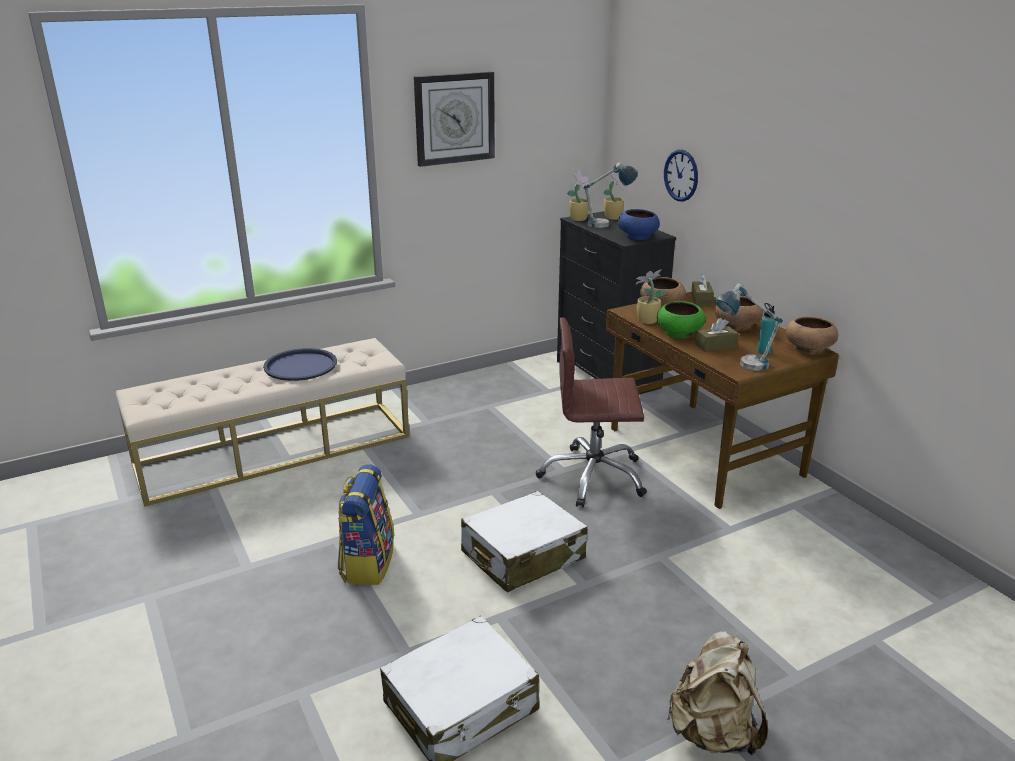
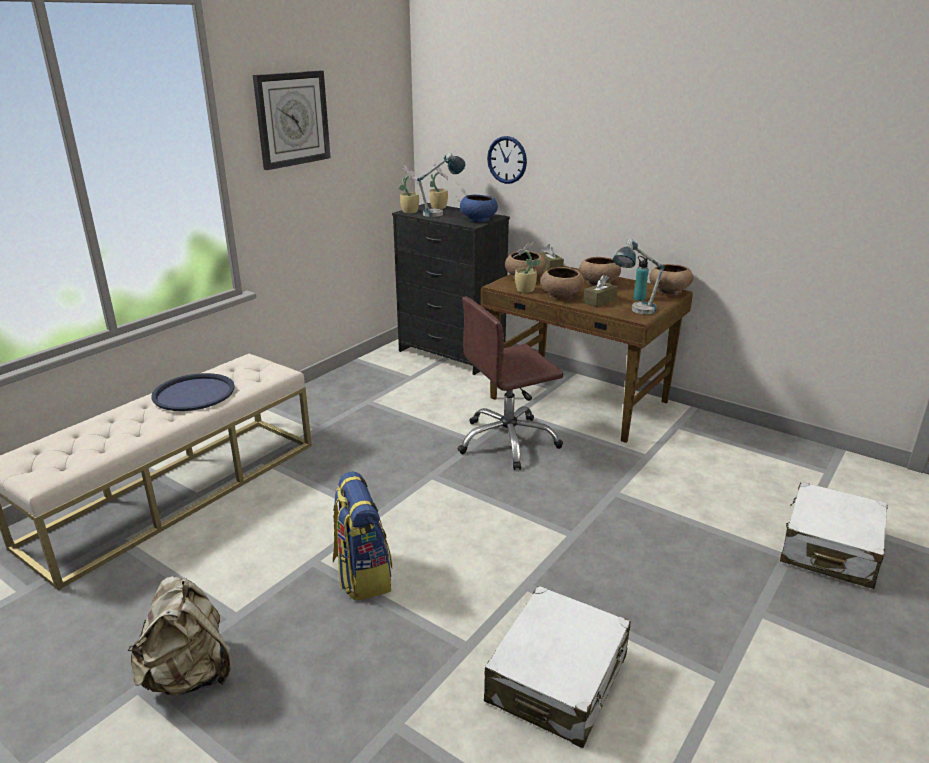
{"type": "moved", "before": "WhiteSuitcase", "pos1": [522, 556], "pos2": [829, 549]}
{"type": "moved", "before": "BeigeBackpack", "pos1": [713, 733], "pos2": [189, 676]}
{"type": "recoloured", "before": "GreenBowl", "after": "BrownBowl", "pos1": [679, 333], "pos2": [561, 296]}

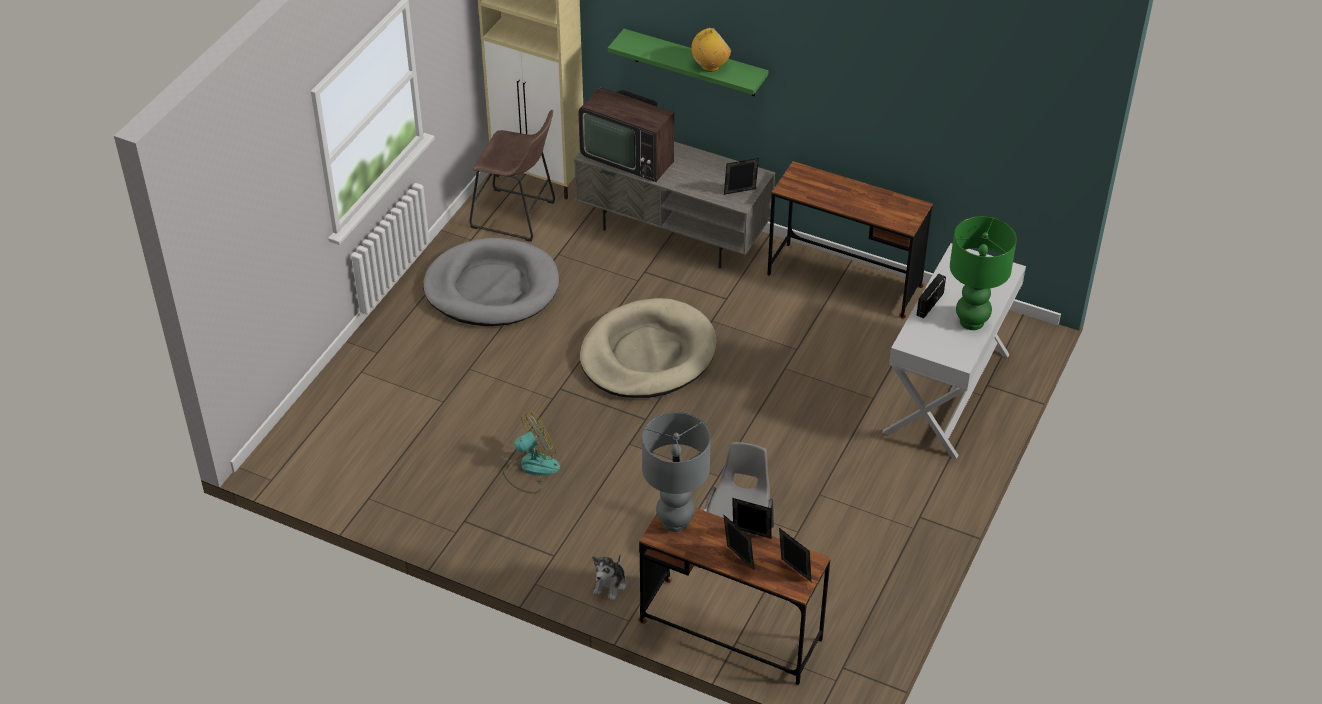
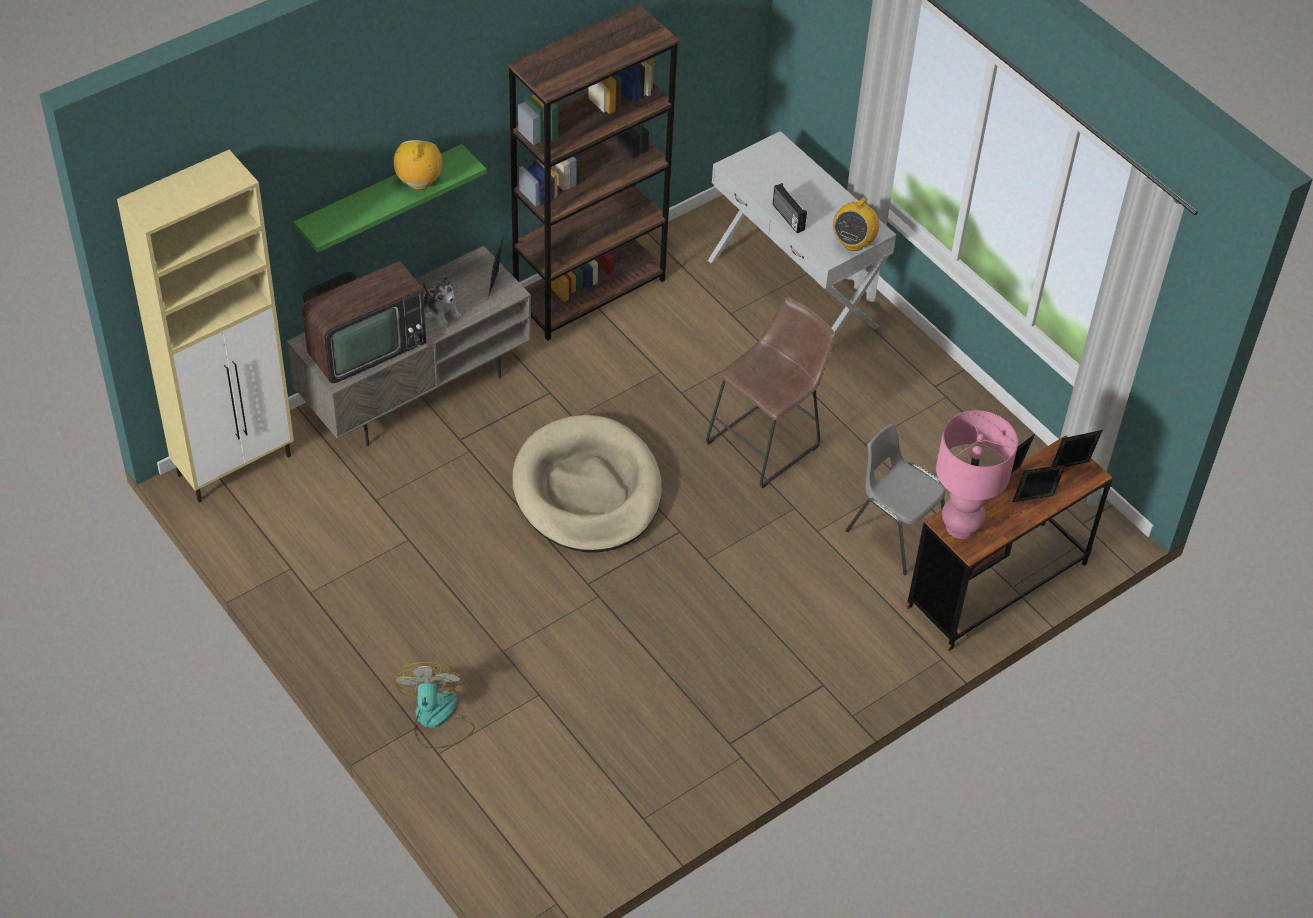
{"type": "removed", "before": "GreyDogBed", "pos1": [492, 288]}
{"type": "removed", "before": "GreenTableLamp", "pos1": [972, 322]}
{"type": "added", "after": "Radio", "pos2": [853, 243]}
{"type": "moved", "before": "BrownStool", "pos1": [517, 216], "pos2": [768, 442]}
{"type": "moved", "before": "Fan", "pos1": [531, 469], "pos2": [436, 719]}
{"type": "moved", "before": "PlushToy", "pos1": [610, 585], "pos2": [440, 311]}
{"type": "replaced", "before": "BrownDesk", "after": "BrownBookcase", "pos1": [844, 280], "pos2": [590, 292]}
{"type": "recoloured", "before": "GreyTableLamp", "after": "PinkTableLamp", "pos1": [676, 521], "pos2": [960, 527]}

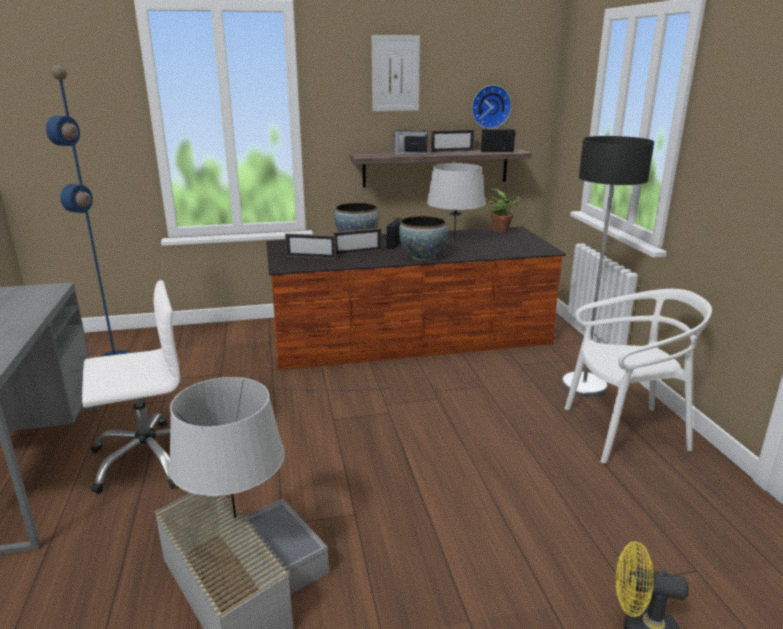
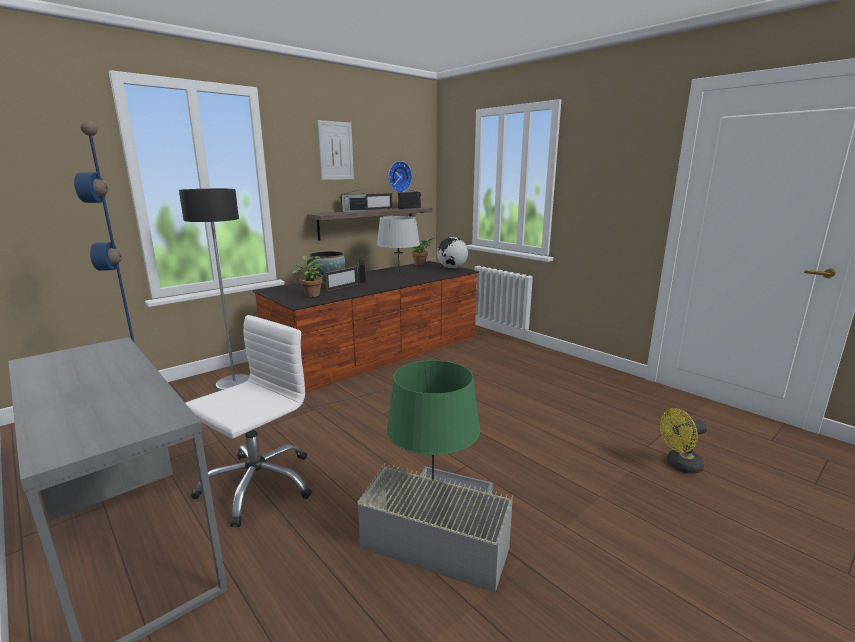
{"type": "removed", "before": "Bowl", "pos1": [422, 256]}
{"type": "removed", "before": "WhiteChair", "pos1": [624, 431]}
{"type": "added", "after": "Globe", "pos2": [452, 268]}
{"type": "moved", "before": "FloorLamp", "pos1": [584, 385], "pos2": [234, 384]}
{"type": "replaced", "before": "PictureFrame", "after": "PottedPlant", "pos1": [311, 257], "pos2": [311, 294]}
{"type": "recoloured", "before": "GreyTableLamp", "after": "GreenTableLamp", "pos1": [234, 518], "pos2": [433, 480]}

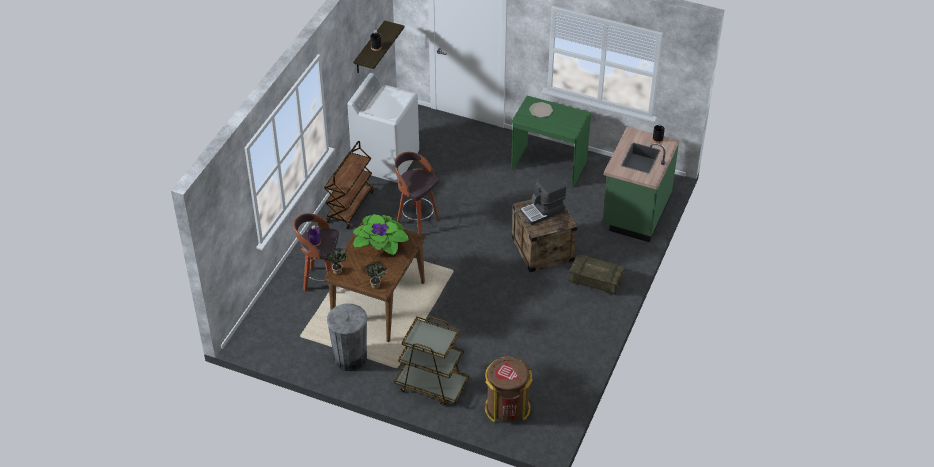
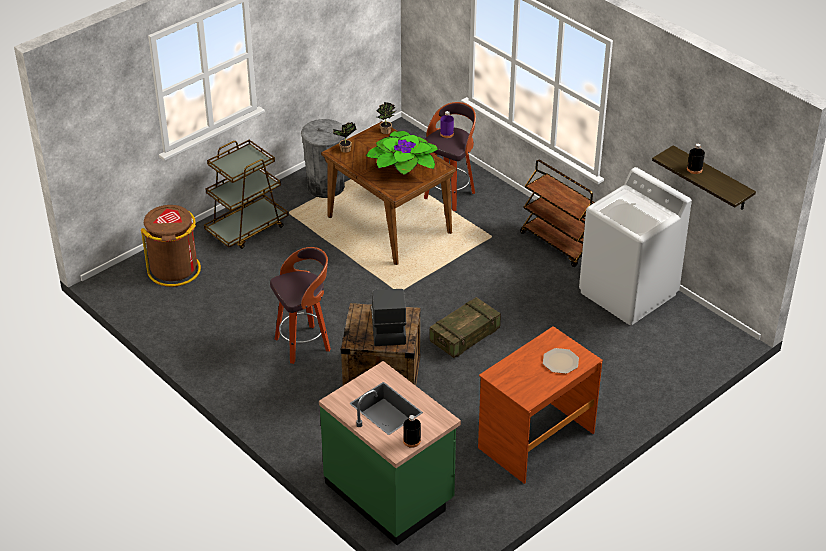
{"type": "moved", "before": "Stool", "pos1": [416, 221], "pos2": [304, 344]}
{"type": "moved", "before": "Crate", "pos1": [595, 280], "pos2": [465, 336]}
{"type": "recoloured", "before": "GreenDesk", "after": "BrownDesk", "pos1": [548, 166], "pos2": [535, 439]}

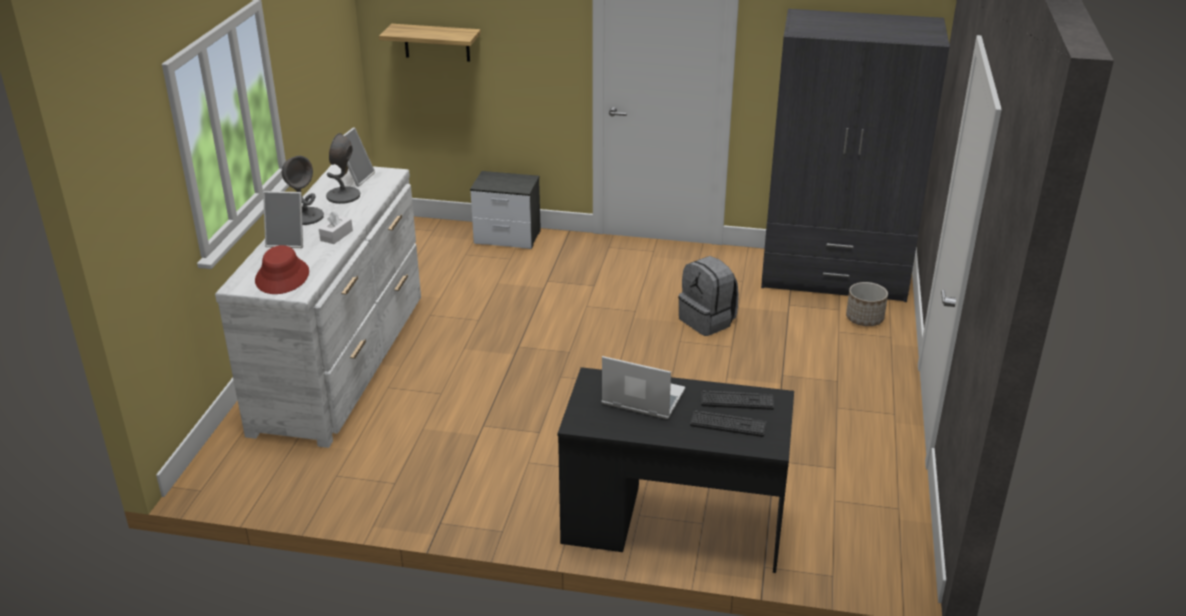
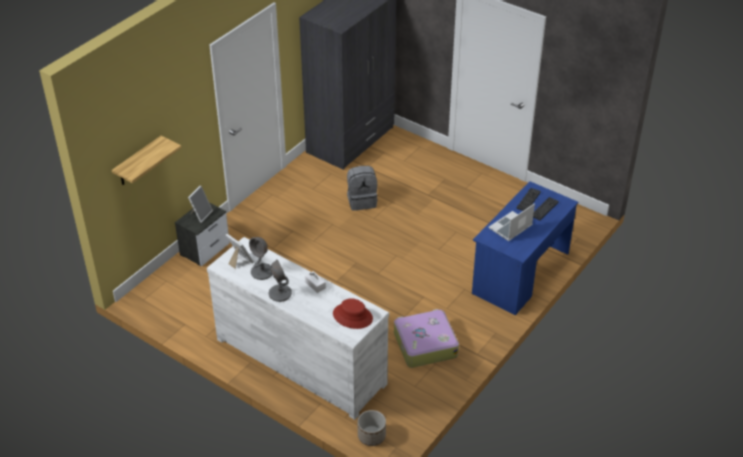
{"type": "added", "after": "Suitcase", "pos2": [424, 344]}
{"type": "moved", "before": "PictureFrame", "pos1": [288, 241], "pos2": [201, 214]}
{"type": "moved", "before": "Planter", "pos1": [864, 318], "pos2": [371, 436]}
{"type": "recoloured", "before": "BlackDesk", "after": "BlueDesk", "pos1": [672, 524], "pos2": [520, 273]}

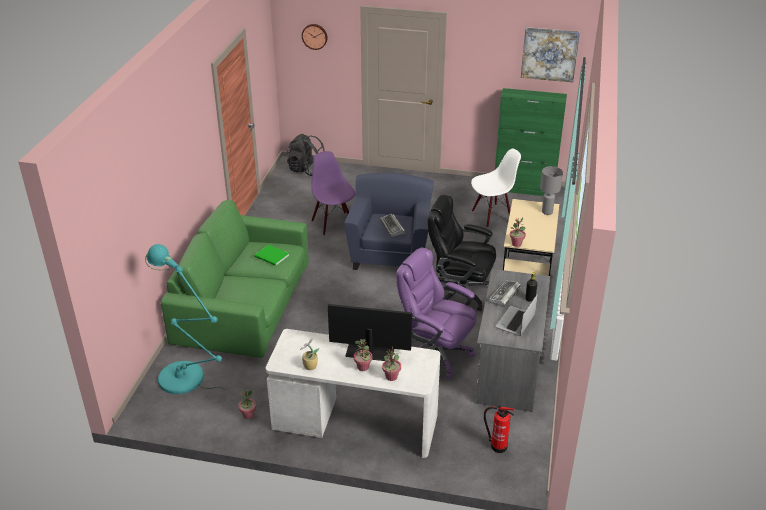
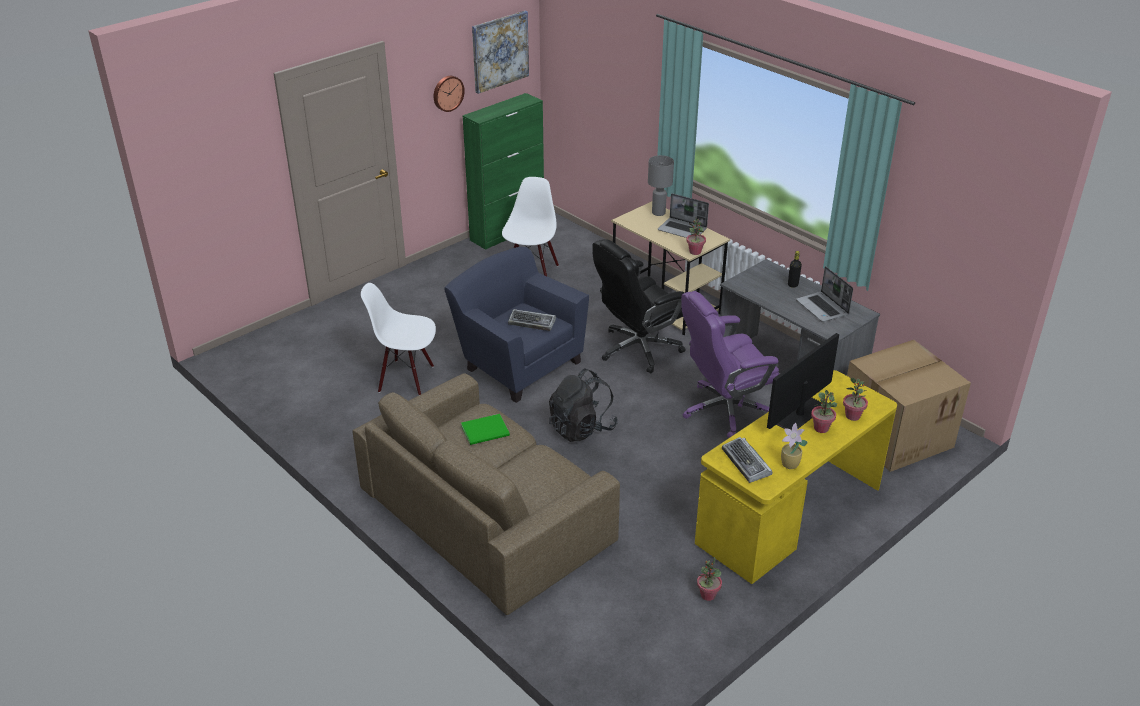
{"type": "removed", "before": "TurquoiseFloorLamp", "pos1": [186, 380]}
{"type": "added", "after": "Laptop", "pos2": [683, 230]}
{"type": "moved", "before": "BlackBackpack", "pos1": [307, 170], "pos2": [582, 428]}
{"type": "moved", "before": "WallClock", "pos1": [315, 36], "pos2": [447, 93]}
{"type": "moved", "before": "Keyboard", "pos1": [504, 296], "pos2": [746, 463]}
{"type": "replaced", "before": "FireExtinguisher", "after": "CardboardBox", "pos1": [497, 446], "pos2": [895, 434]}
{"type": "recoloured", "before": "GreenSofa", "after": "BrownSofa", "pos1": [244, 303], "pos2": [487, 515]}
{"type": "recoloured", "before": "WhiteDesk", "after": "YellowDesk", "pos1": [355, 423], "pos2": [790, 515]}
{"type": "recoloured", "before": "PurpleChair", "after": "WhiteChair", "pos1": [333, 223], "pos2": [406, 378]}

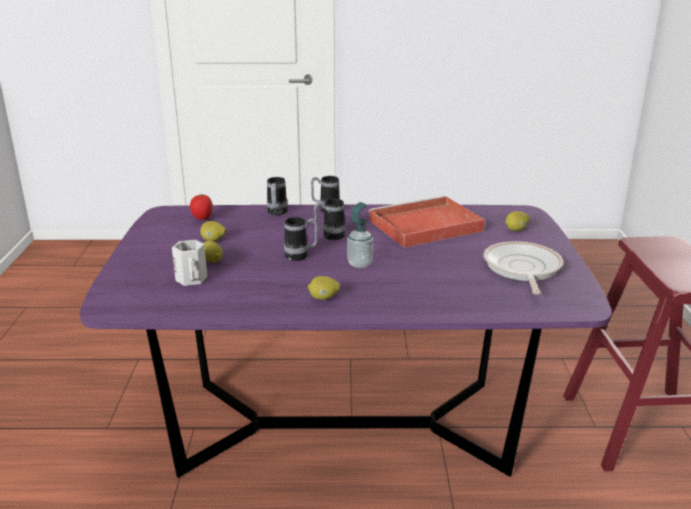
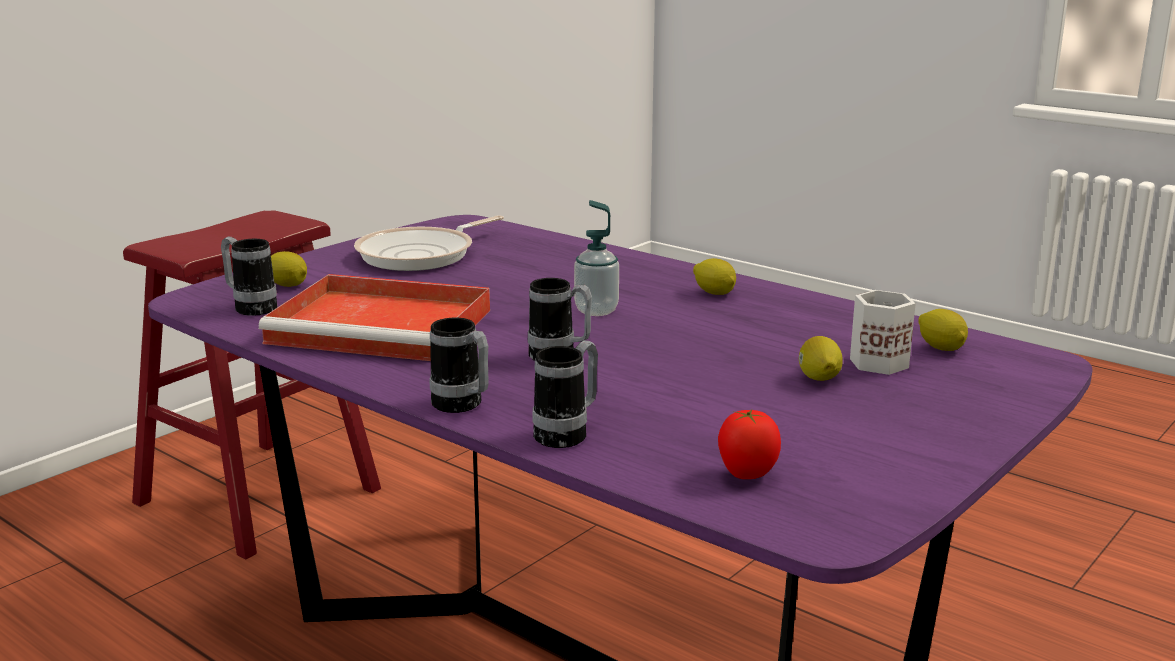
{"type": "moved", "before": "Lemon", "pos1": [213, 240], "pos2": [941, 348]}
{"type": "moved", "before": "Mug", "pos1": [301, 256], "pos2": [250, 307]}

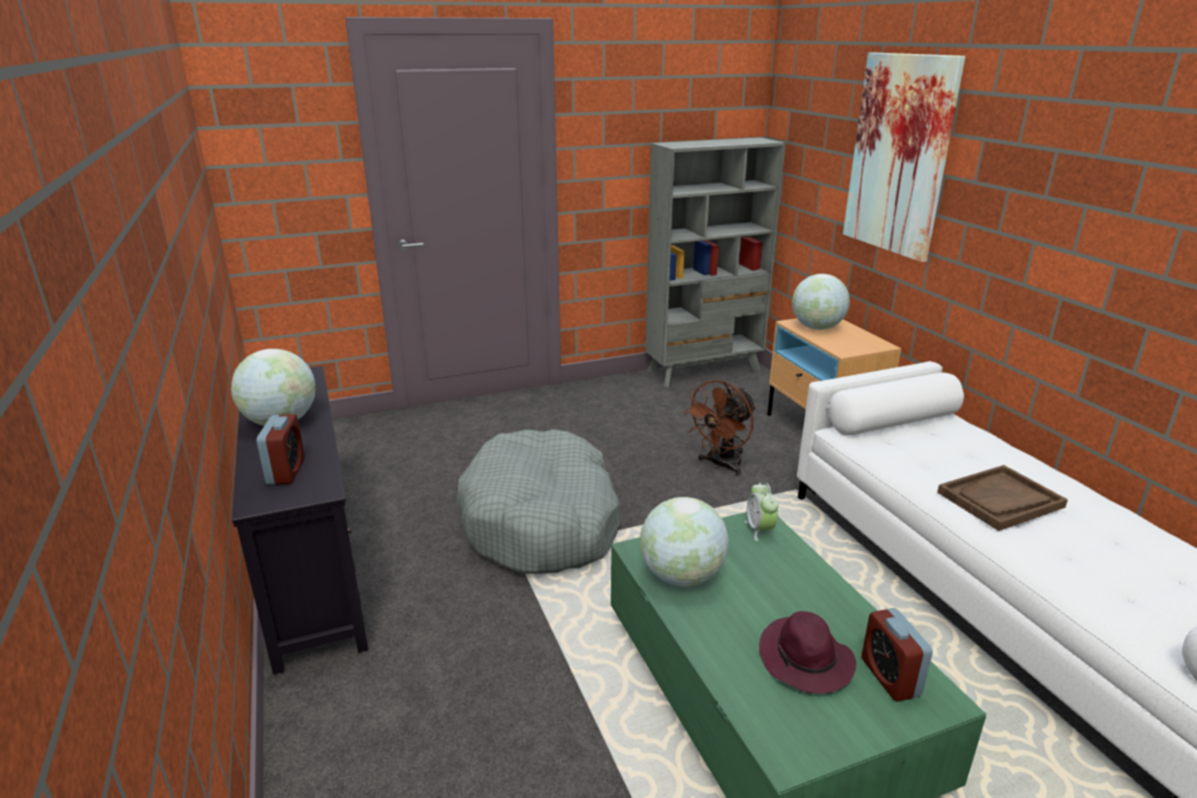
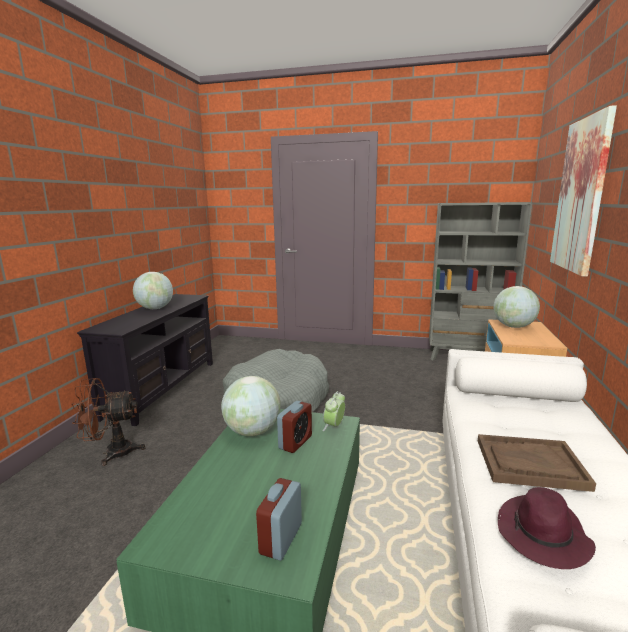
{"type": "moved", "before": "AlarmClock", "pos1": [286, 472], "pos2": [295, 442]}
{"type": "moved", "before": "BrownFan", "pos1": [721, 465], "pos2": [112, 452]}
{"type": "moved", "before": "PurpleHat", "pos1": [806, 660], "pos2": [542, 535]}

